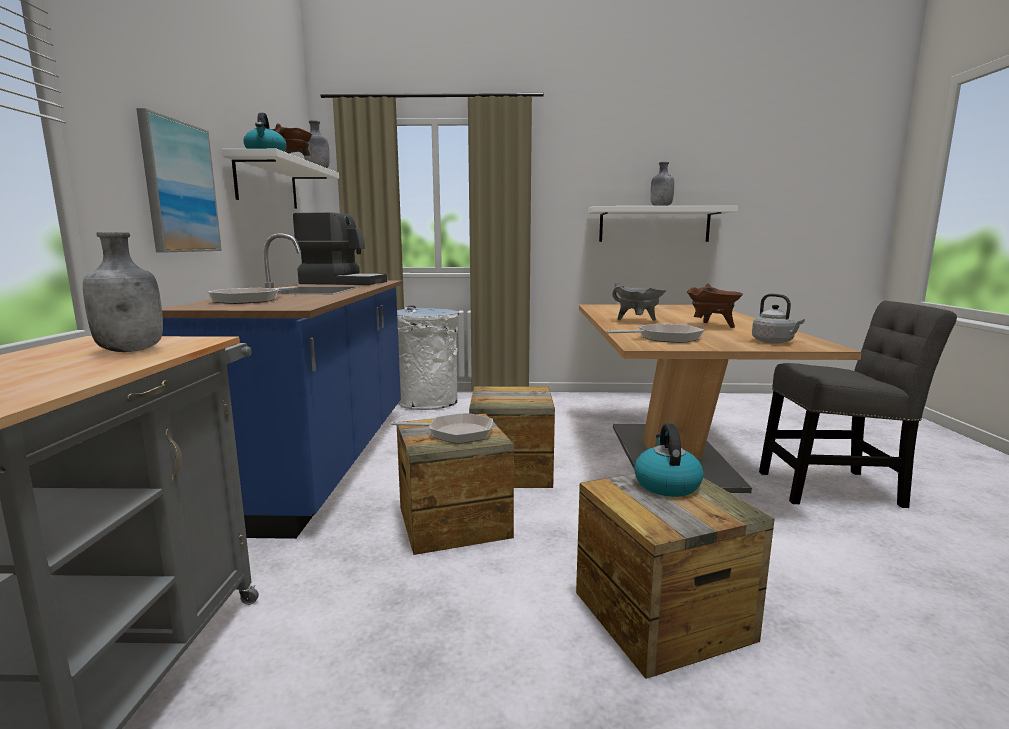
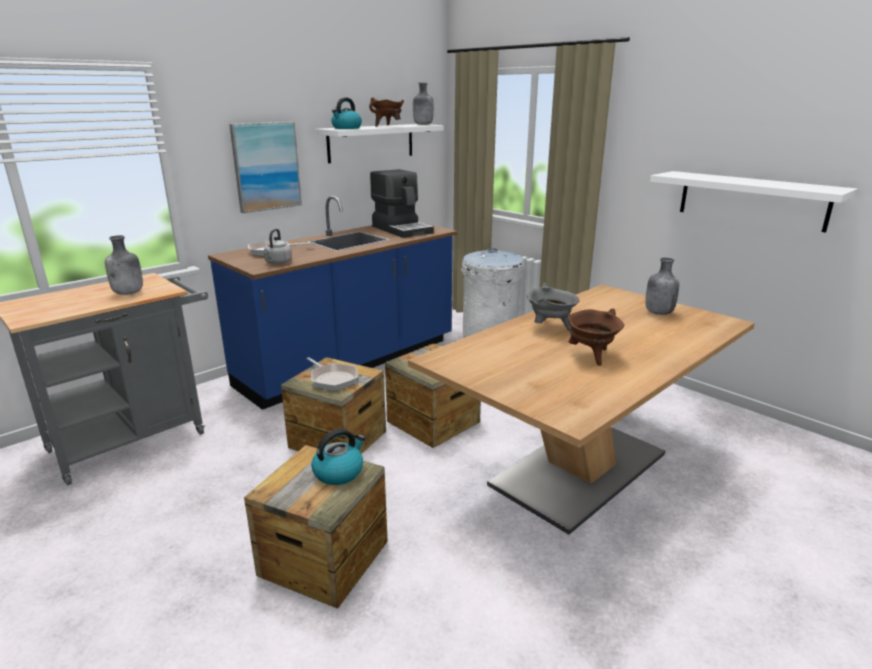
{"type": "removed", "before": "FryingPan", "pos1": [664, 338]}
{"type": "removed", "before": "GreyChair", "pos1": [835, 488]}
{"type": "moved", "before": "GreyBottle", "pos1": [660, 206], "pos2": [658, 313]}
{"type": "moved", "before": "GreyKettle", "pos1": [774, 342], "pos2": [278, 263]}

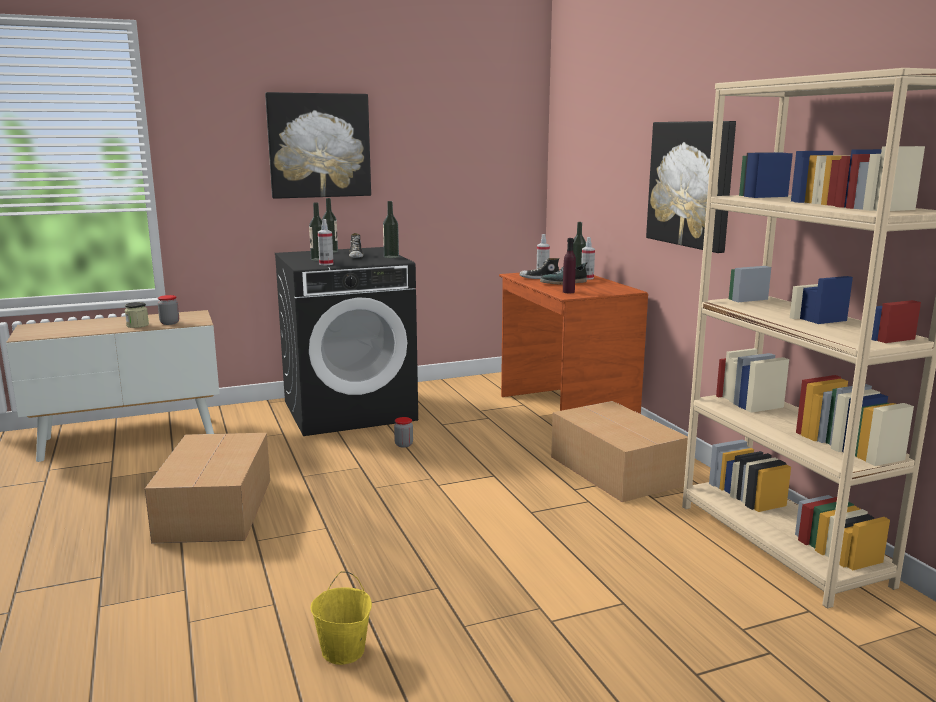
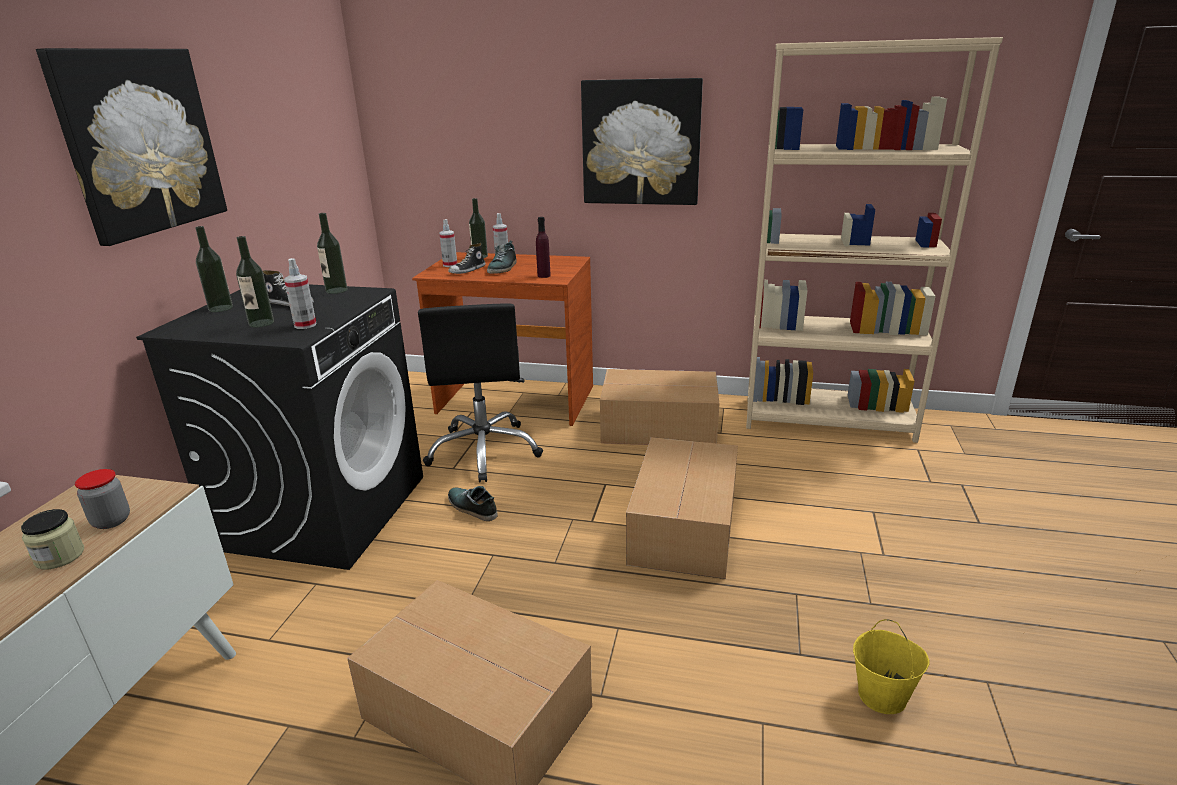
{"type": "added", "after": "BlackOfficeChair", "pos2": [484, 451]}
{"type": "added", "after": "CardboardBox", "pos2": [685, 525]}
{"type": "replaced", "before": "Jar", "after": "Shoe", "pos1": [403, 444], "pos2": [471, 508]}

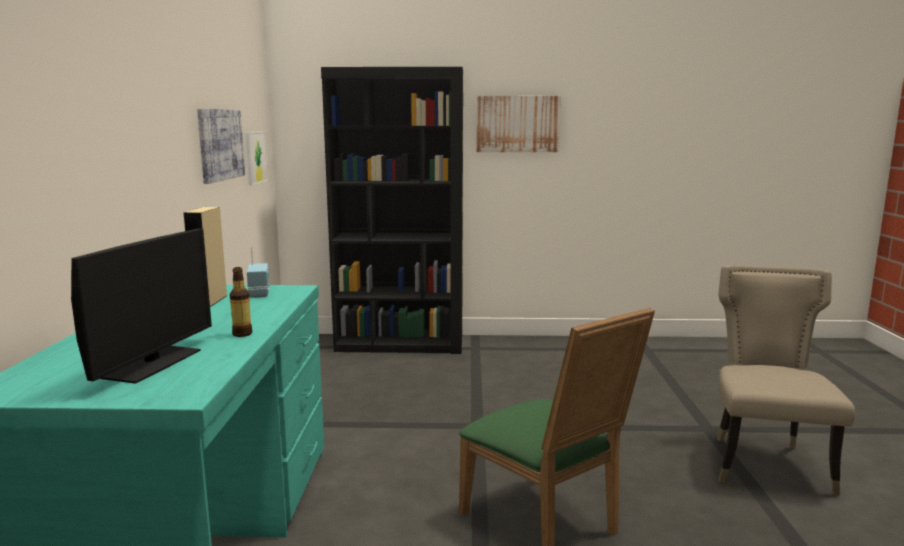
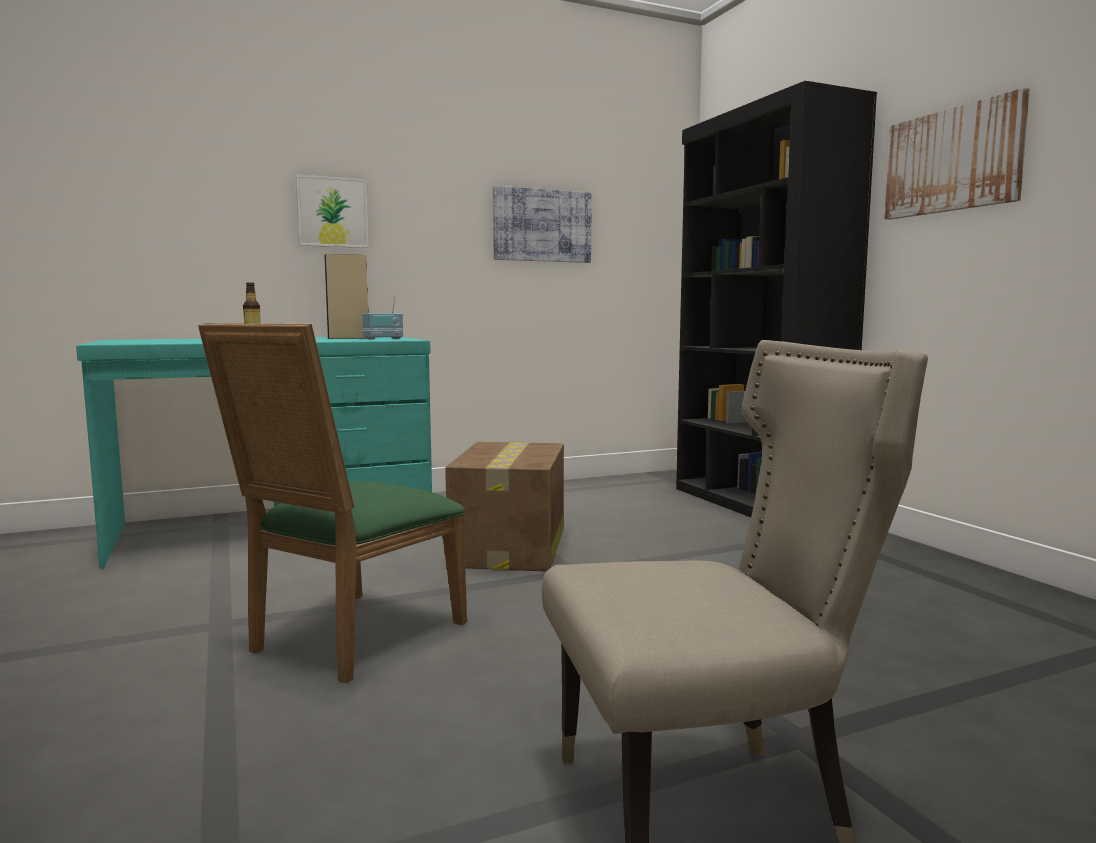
{"type": "removed", "before": "Monitor", "pos1": [152, 363]}
{"type": "added", "after": "CardboardBox", "pos2": [510, 547]}
{"type": "moved", "before": "Picture", "pos1": [255, 157], "pos2": [332, 212]}

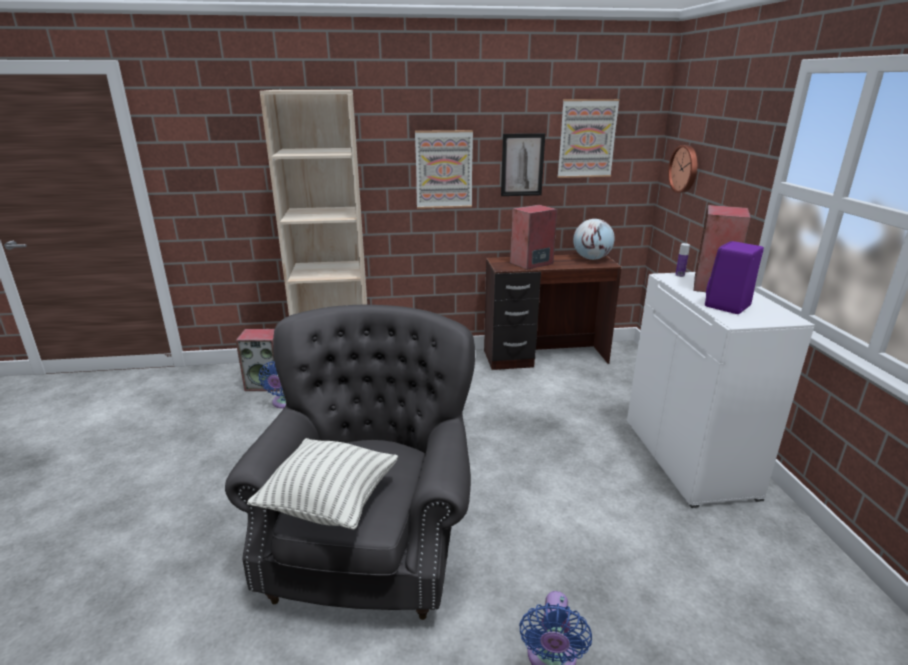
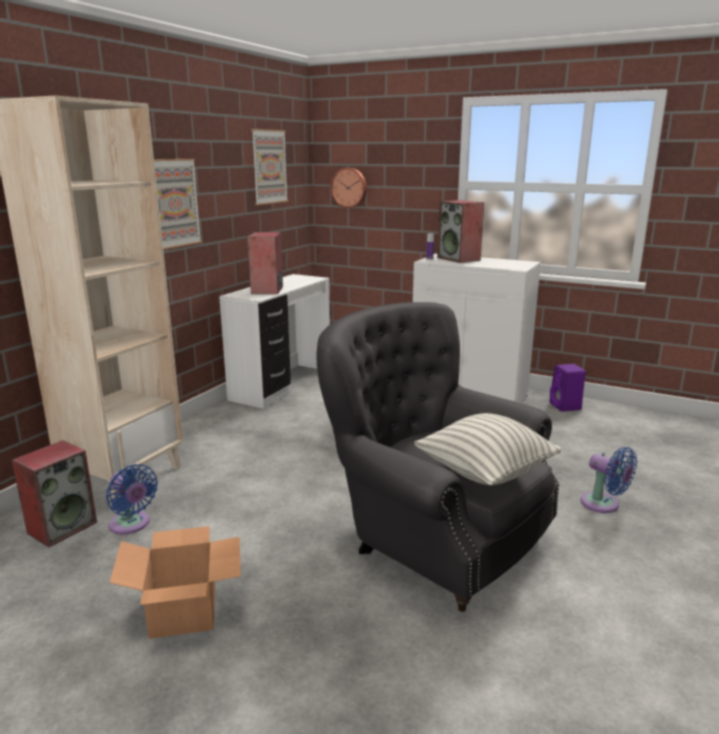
{"type": "removed", "before": "Picture", "pos1": [522, 165]}
{"type": "removed", "before": "Globe", "pos1": [591, 258]}
{"type": "added", "after": "CardboardBox", "pos2": [183, 610]}
{"type": "moved", "before": "PurpleSpeaker", "pos1": [727, 306], "pos2": [566, 406]}
{"type": "recoloured", "before": "BrownDesk", "after": "WhiteDesk", "pos1": [545, 358], "pos2": [283, 385]}

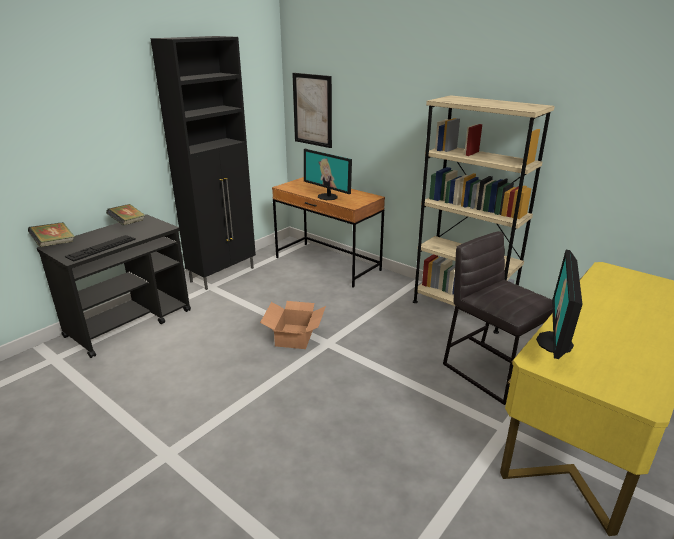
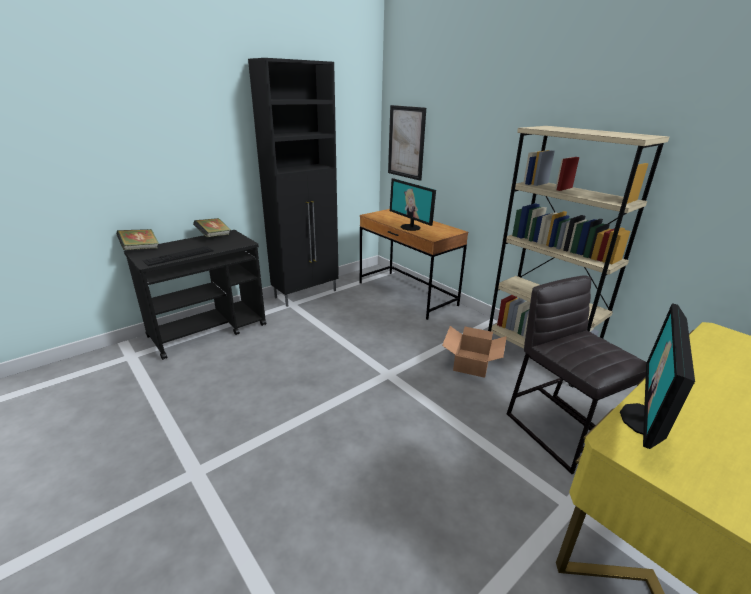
{"type": "moved", "before": "CardboardBox", "pos1": [295, 336], "pos2": [472, 362]}

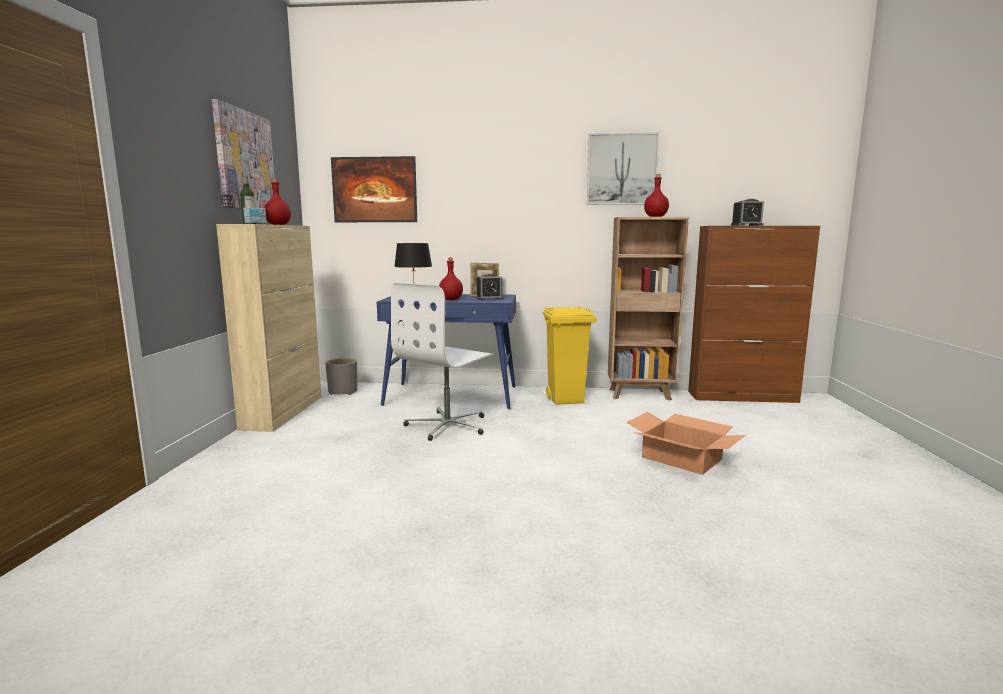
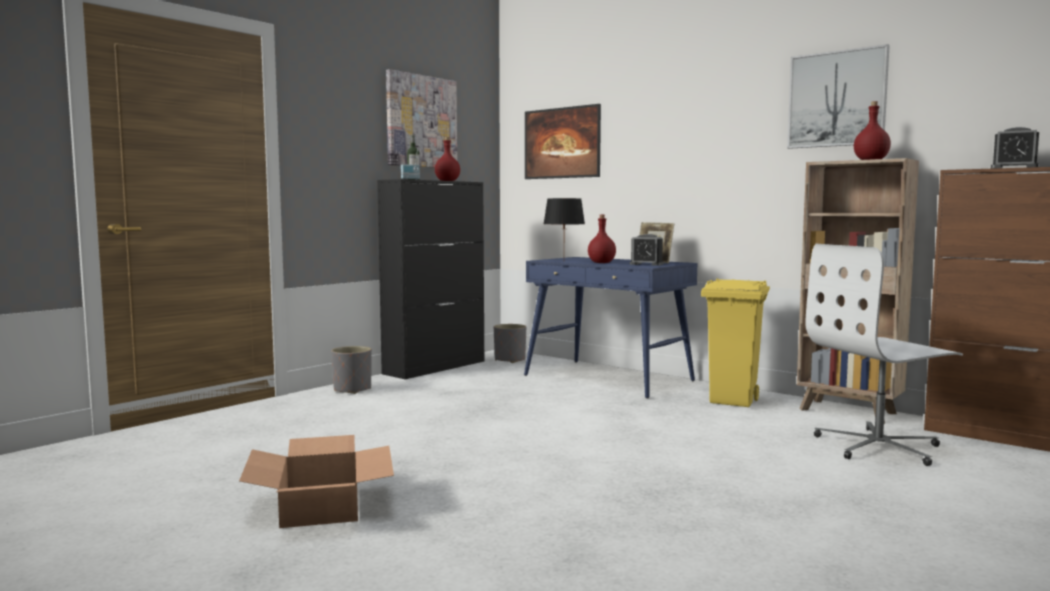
{"type": "added", "after": "GreyPlanter", "pos2": [352, 389]}
{"type": "moved", "before": "WhiteOfficeChair", "pos1": [448, 426], "pos2": [879, 447]}
{"type": "moved", "before": "CardboardBox", "pos1": [681, 458], "pos2": [321, 505]}
{"type": "recoloured", "before": "BeigeCabinet", "after": "BlackCabinet", "pos1": [283, 412], "pos2": [435, 367]}

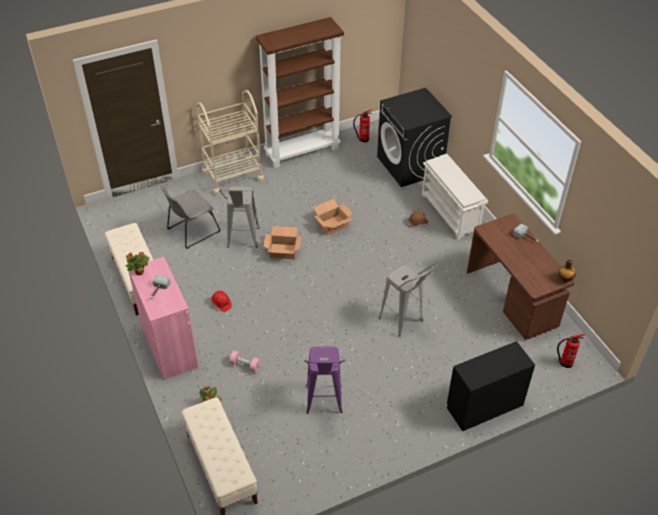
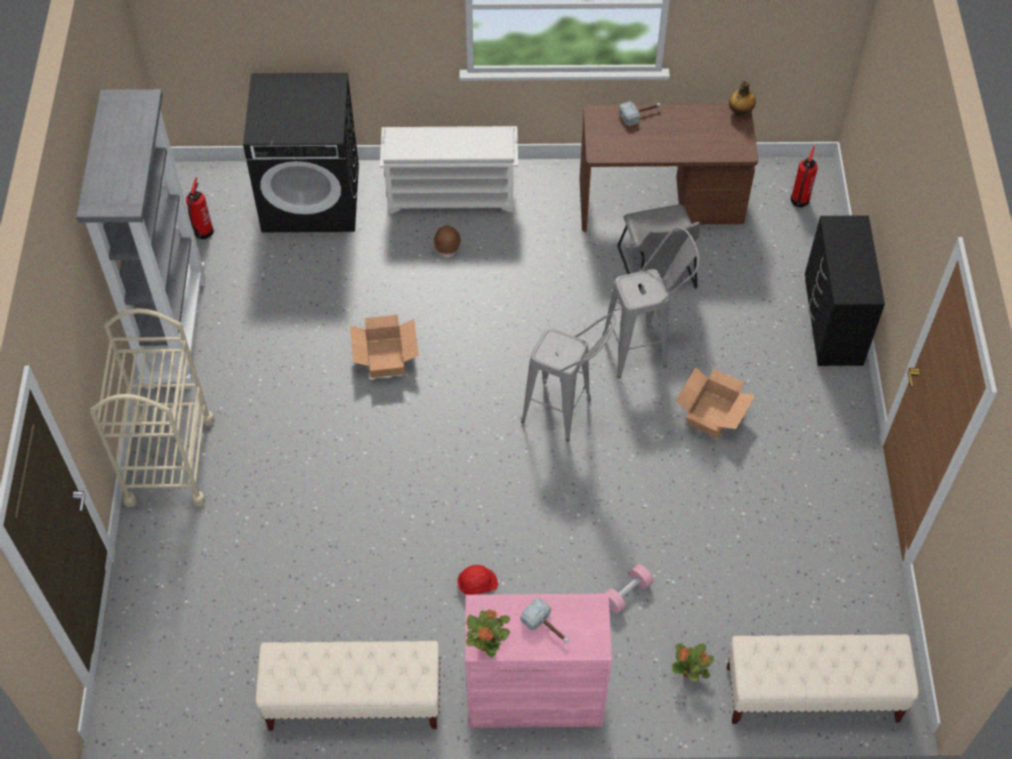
{"type": "removed", "before": "PurpleStool", "pos1": [324, 405]}
{"type": "moved", "before": "GreyChair", "pos1": [191, 231], "pos2": [657, 271]}
{"type": "moved", "before": "GreyStool", "pos1": [243, 242], "pos2": [566, 415]}
{"type": "moved", "before": "CardboardBox", "pos1": [283, 251], "pos2": [711, 414]}
{"type": "recoloured", "before": "BrownBookcase", "after": "GreyBookcase", "pos1": [302, 151], "pos2": [174, 330]}

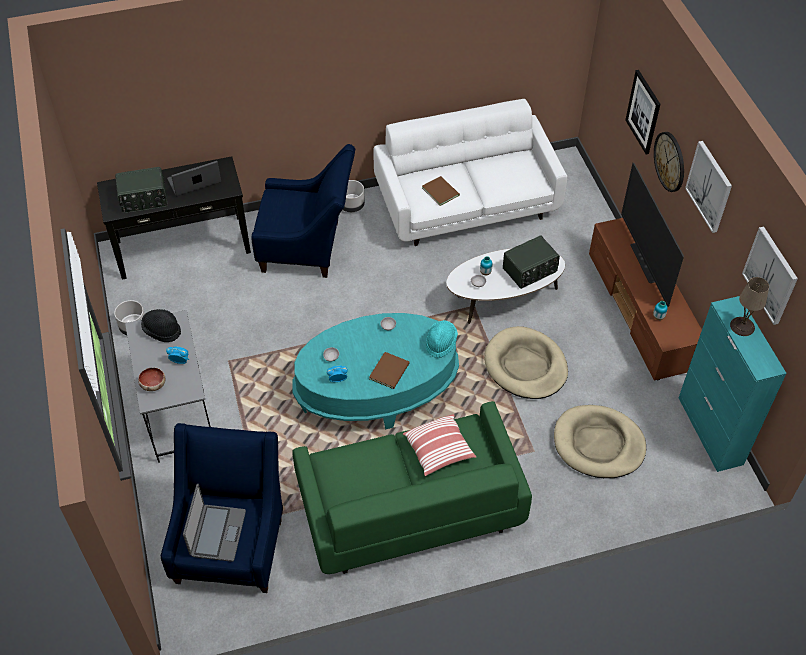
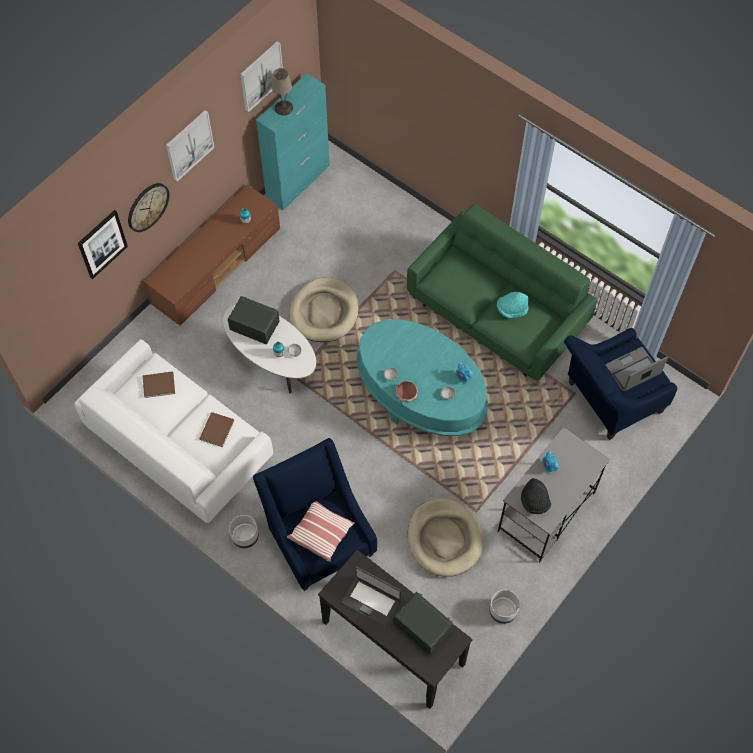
{"type": "removed", "before": "Television", "pos1": [644, 263]}
{"type": "moved", "before": "Bowl", "pos1": [152, 384], "pos2": [407, 395]}
{"type": "moved", "before": "BrownBook", "pos1": [390, 370], "pos2": [158, 384]}
{"type": "moved", "before": "Pillow", "pos1": [439, 450], "pos2": [321, 533]}
{"type": "moved", "before": "TurquoiseHat", "pos1": [441, 343], "pos2": [511, 309]}
{"type": "moved", "before": "BeigeDogBed", "pos1": [598, 444], "pos2": [444, 539]}

